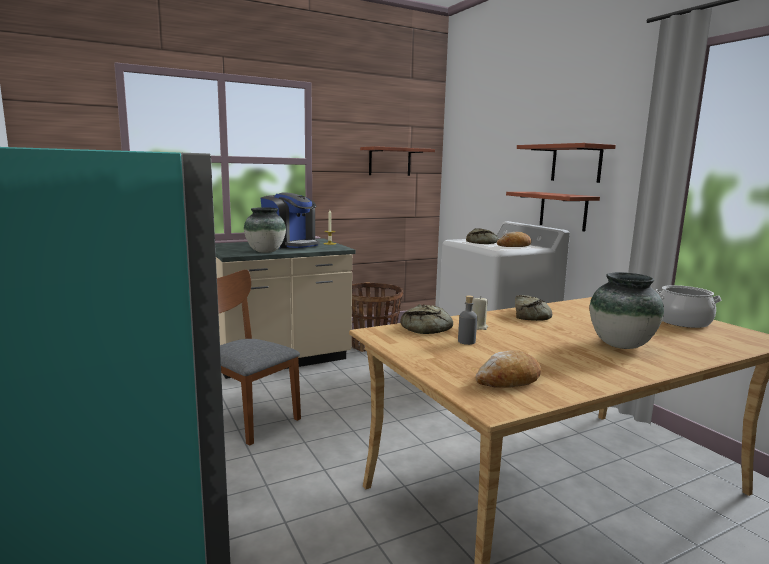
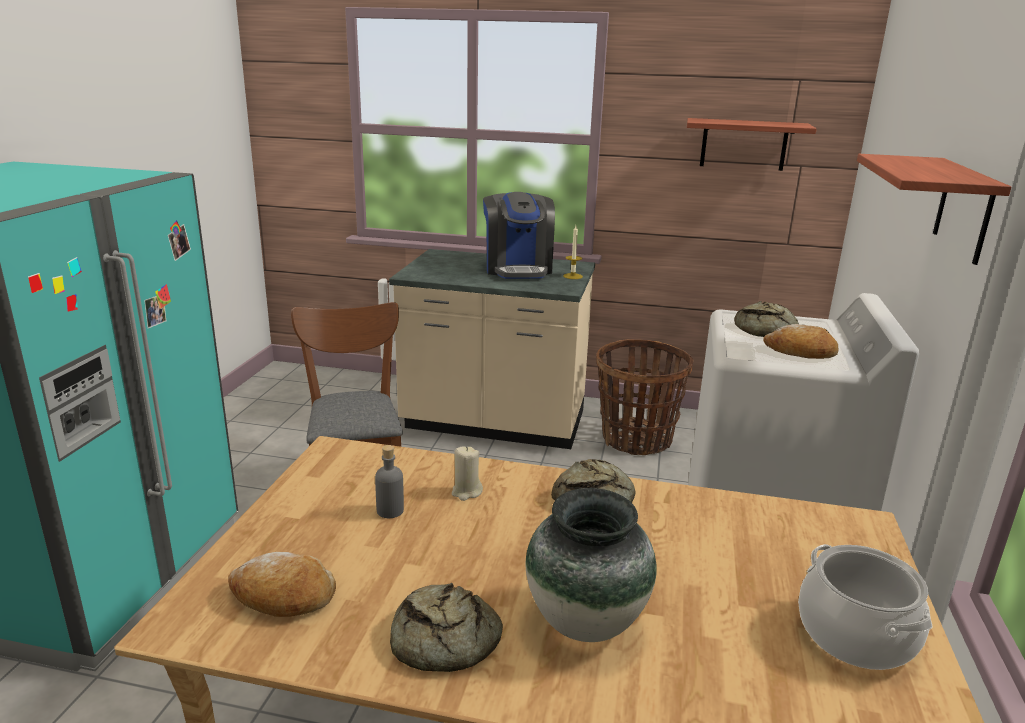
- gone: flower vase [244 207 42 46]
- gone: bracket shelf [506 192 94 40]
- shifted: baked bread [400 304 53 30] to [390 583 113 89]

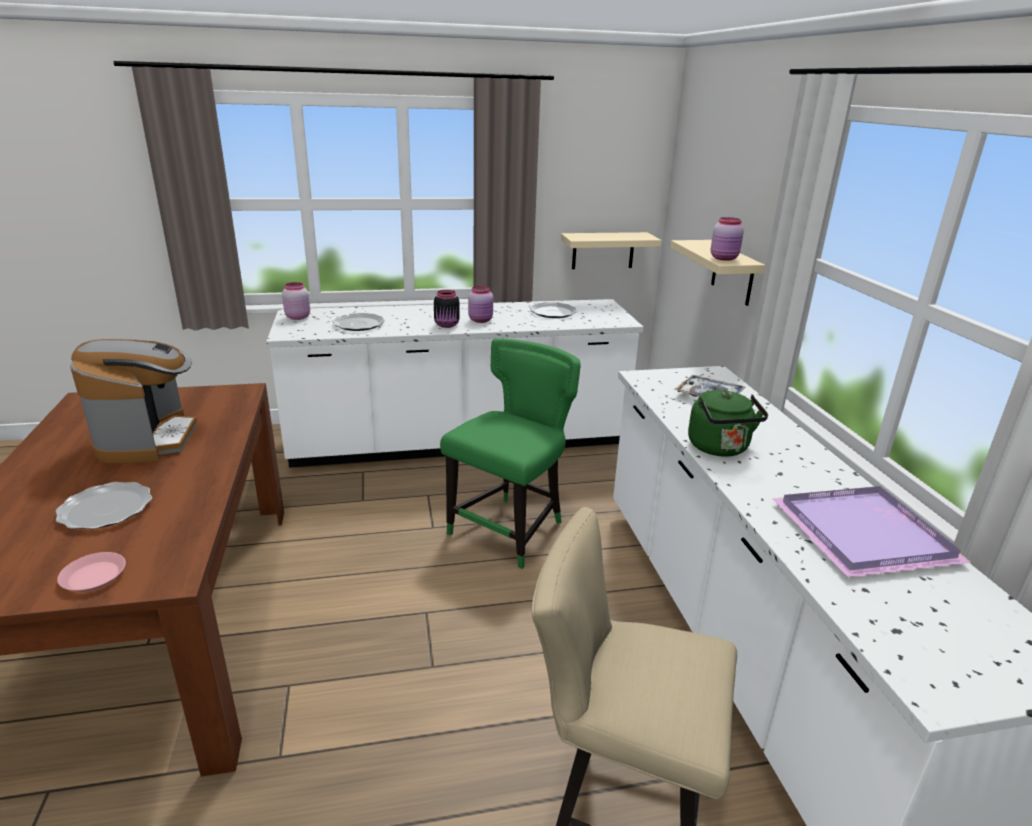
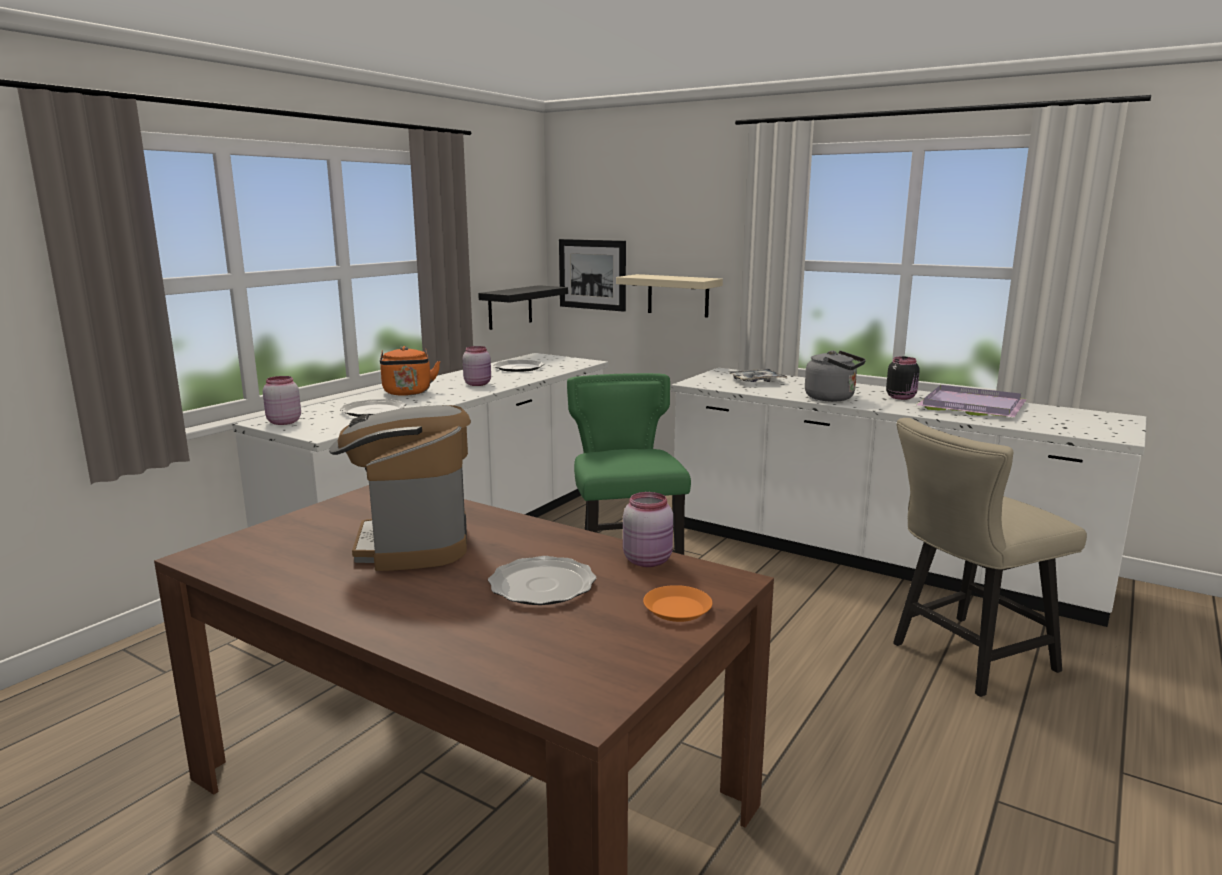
- new: orange tea kettle [380 346 61 50]
- new: wall picture [559 239 67 73]
- shifted: black-coloured jar [434 290 26 38] to [886 357 34 43]
- shifted: pink-coloured jar [711 217 33 44] to [623 492 50 75]
- repainted: pink-coloured dinner plate [57 552 69 39] to orange dinner plate [643 585 69 37]
- repainted: sand-coloured bracket shelf [561 232 100 37] to black-coloured bracket shelf [478 285 90 45]
- repainted: green tea kettle [688 390 80 67] to gray tea kettle [805 350 61 52]
- rotated: coffee machine [70 339 127 124] = [329 405 142 166] 135 degrees counterclockwise

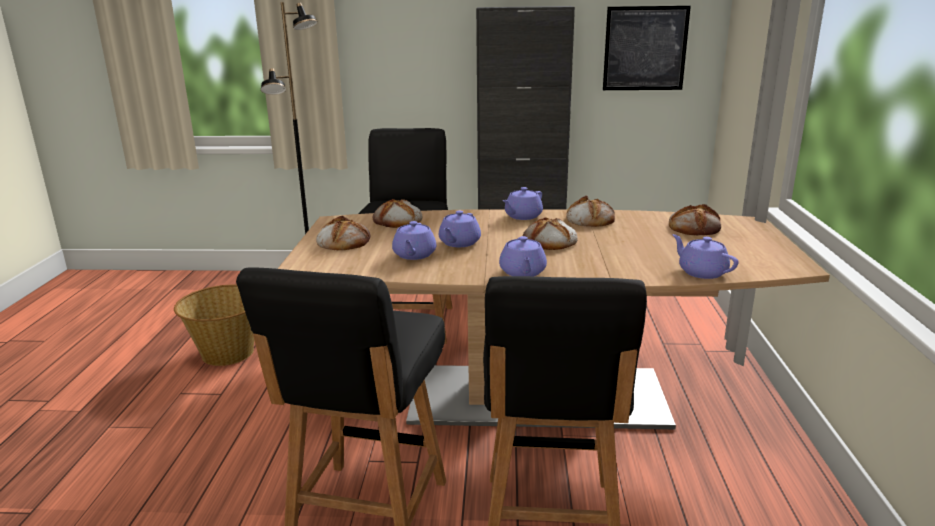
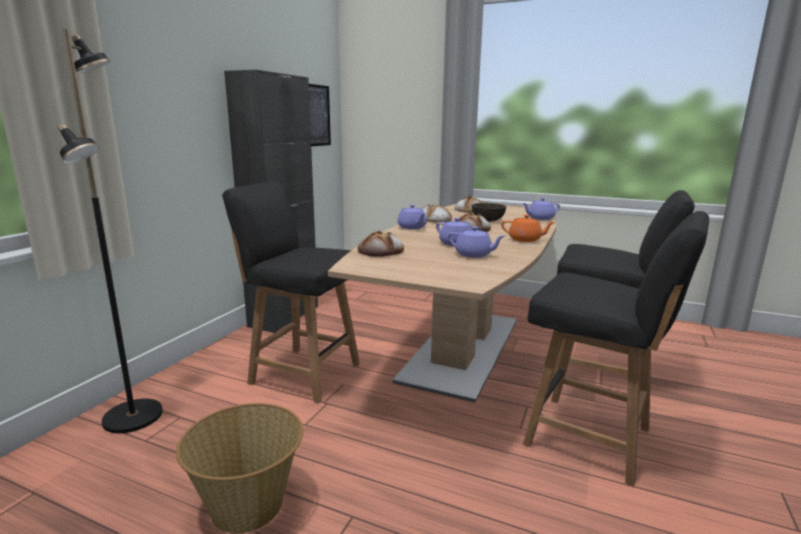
- gone: baked bread [316 215 54 35]
- new: brown deep dish [472 203 34 19]
- repainted: purple pot for tea [499 236 48 40] to orange pot for tea [501 215 54 27]

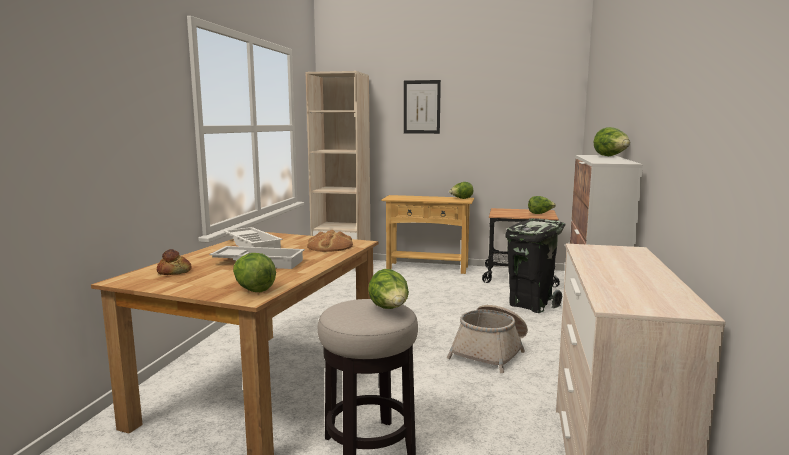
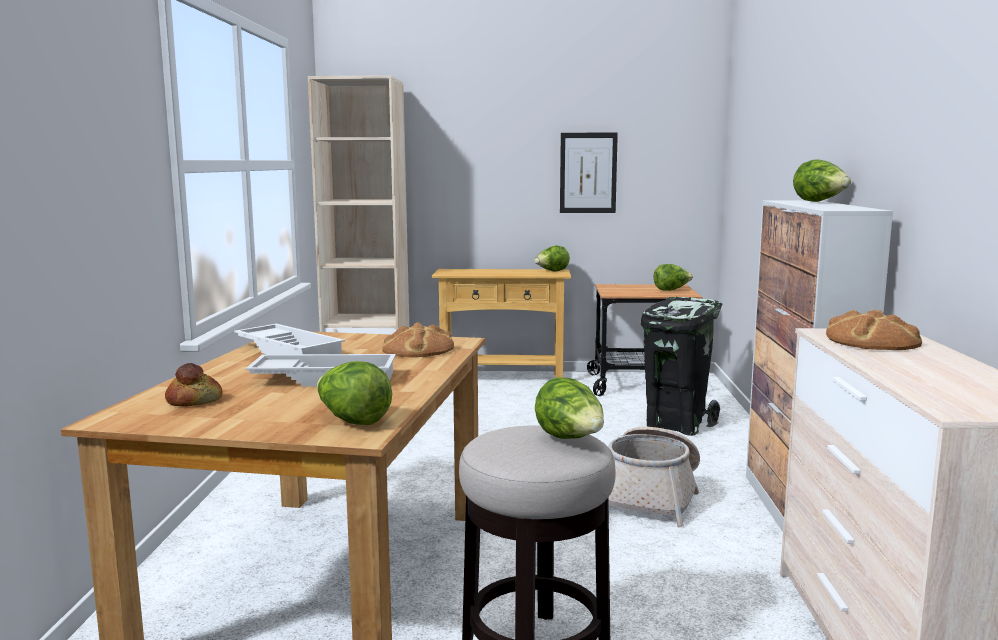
- new: baked bread [826 310 96 40]
- shifted: wall picture [404 80 37 54] to [560 132 58 81]

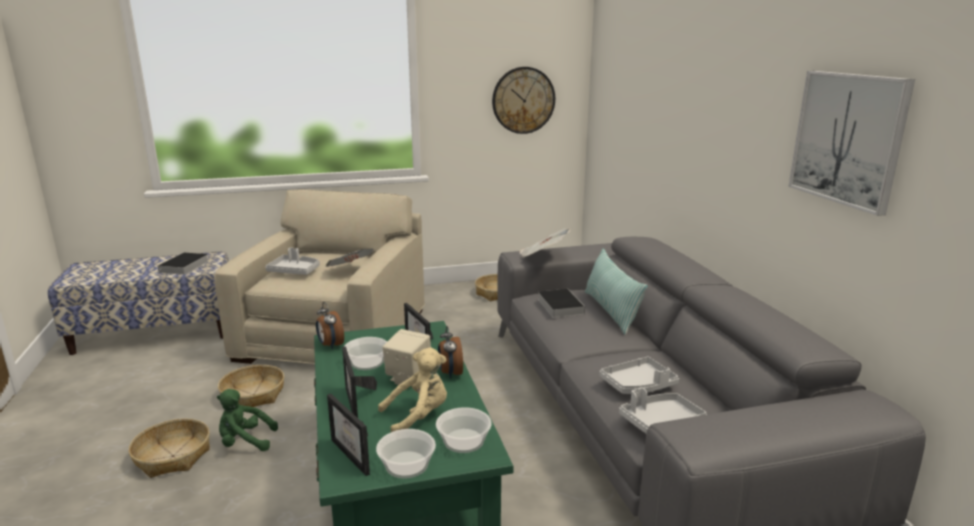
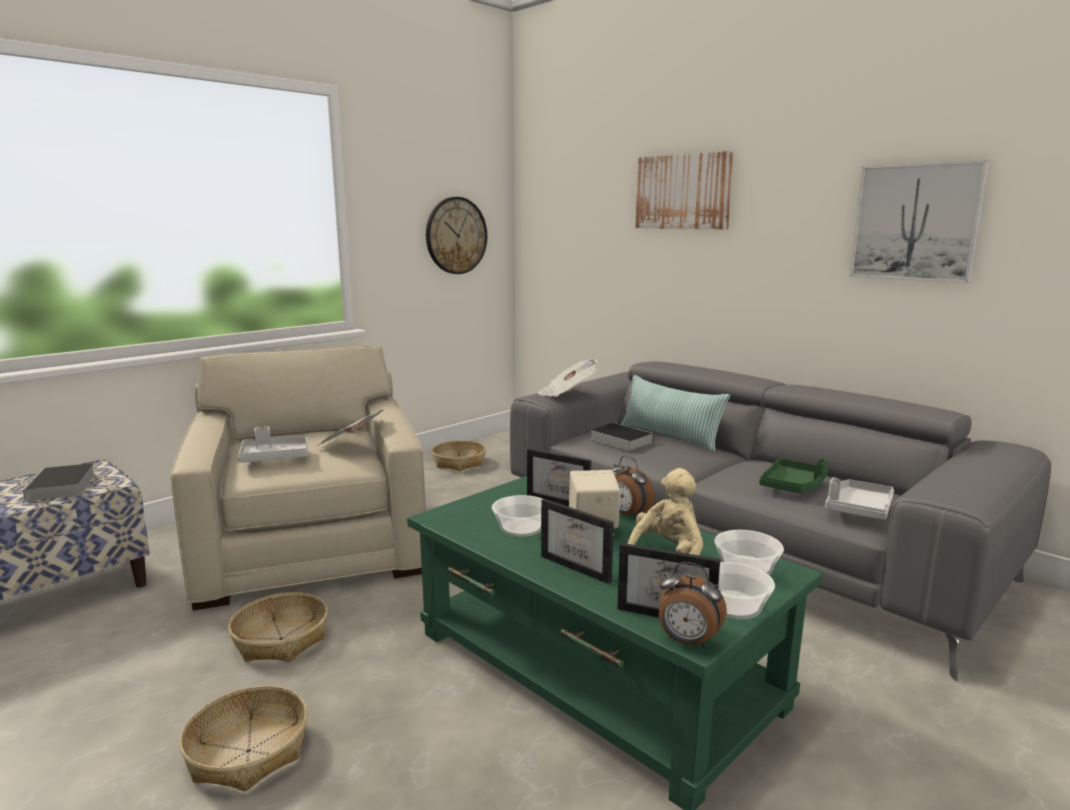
- gone: green plush toy [217 389 61 62]
- new: wall picture [635 151 98 79]
- shifted: alarm clock [316 302 28 47] to [659 562 68 86]
- repainted: gray tray [600 357 79 37] to green tray [759 458 69 35]

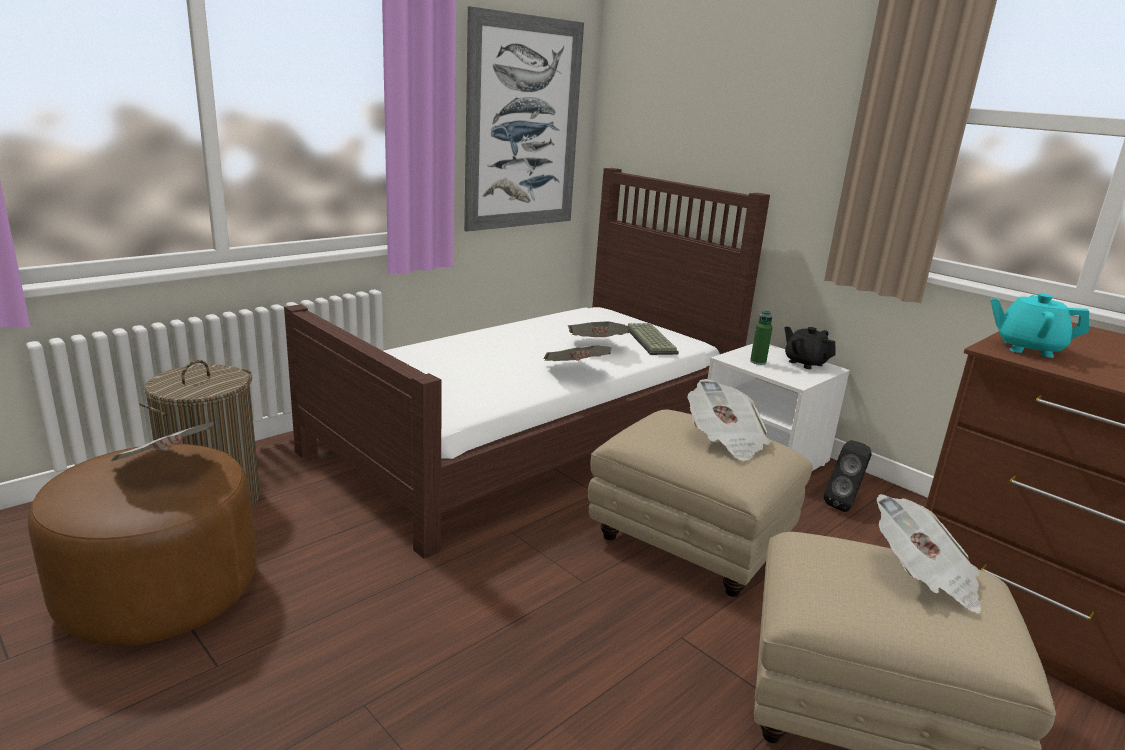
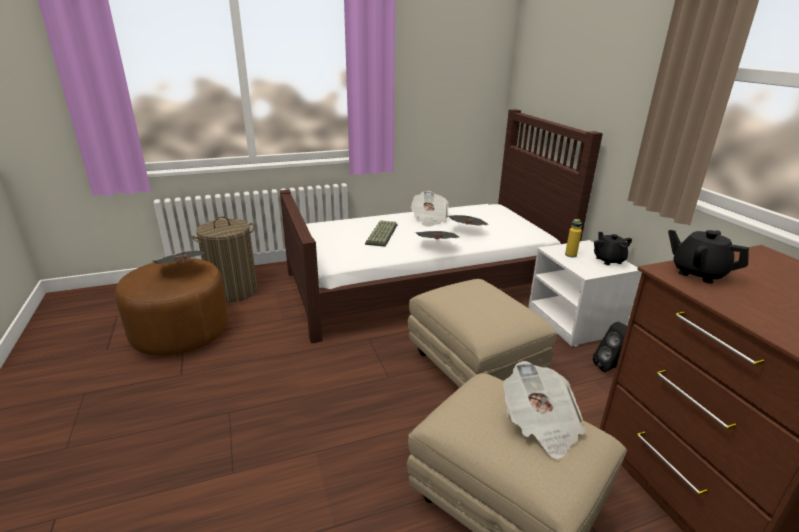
- gone: wall picture [464 6 120 226]
- shifted: PC keyboard [627 323 52 32] to [365 220 33 27]
- shifted: daily paper [687 379 84 82] to [410 191 39 36]
- repainted: green drink bottle [750 310 23 55] to yellowish drink bottle [565 219 17 38]
- repainted: turquoise-coloured pot for tea [990 293 99 65] to black-coloured pot for tea [668 230 81 54]

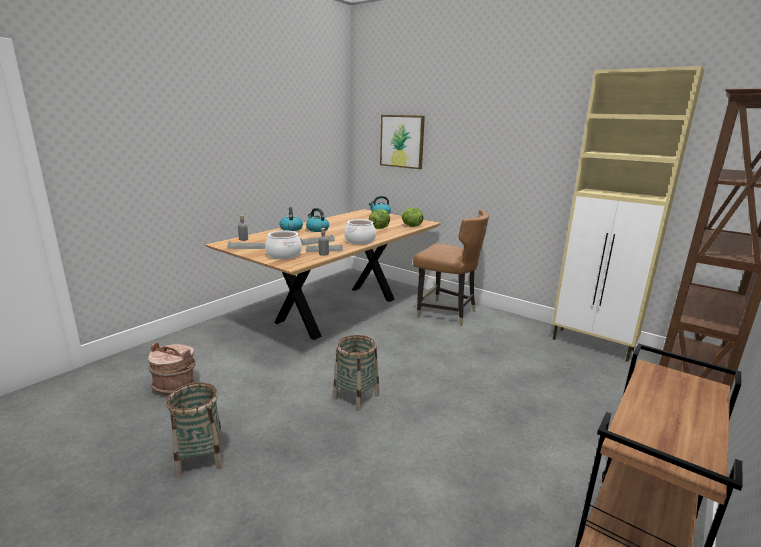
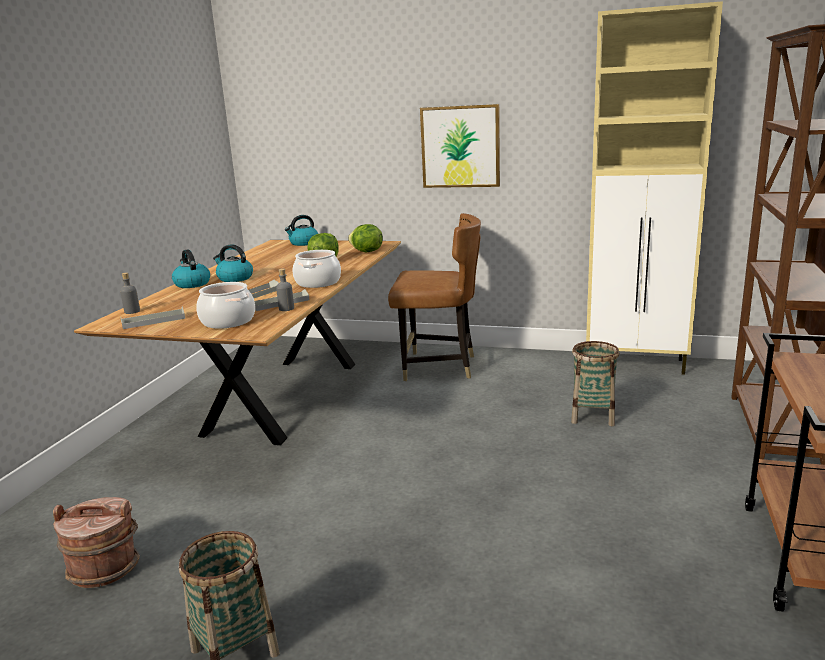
- shifted: storage basket [333 335 46 76] to [571 341 49 85]
- shifted: wall picture [380 115 45 54] to [420 104 80 84]

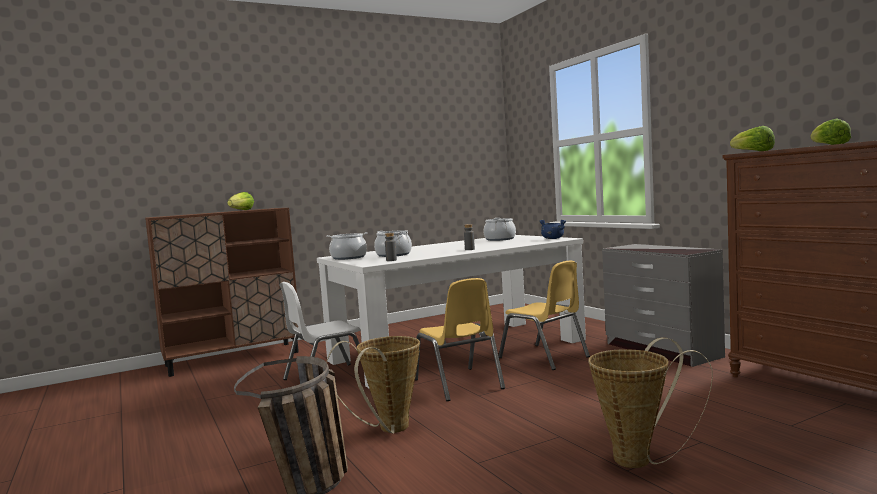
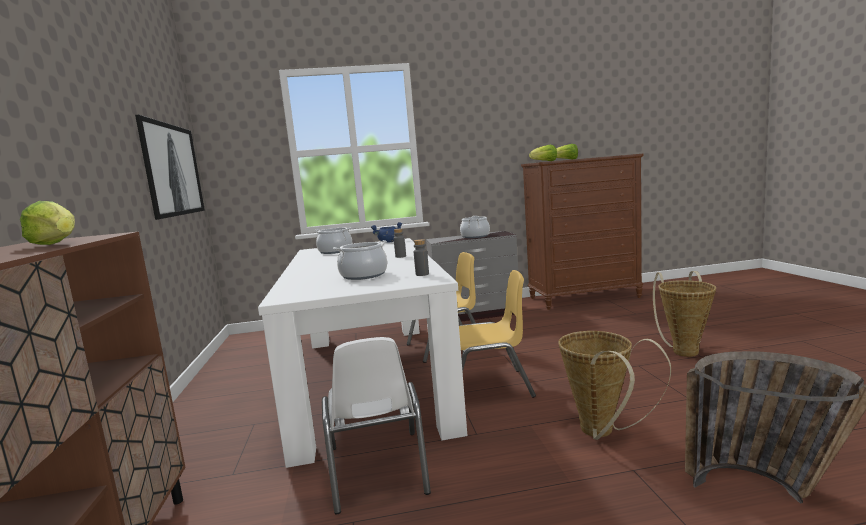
- new: wall picture [135 115 70 105]
- shifted: stockpot [327 232 40 28] to [460 216 30 22]

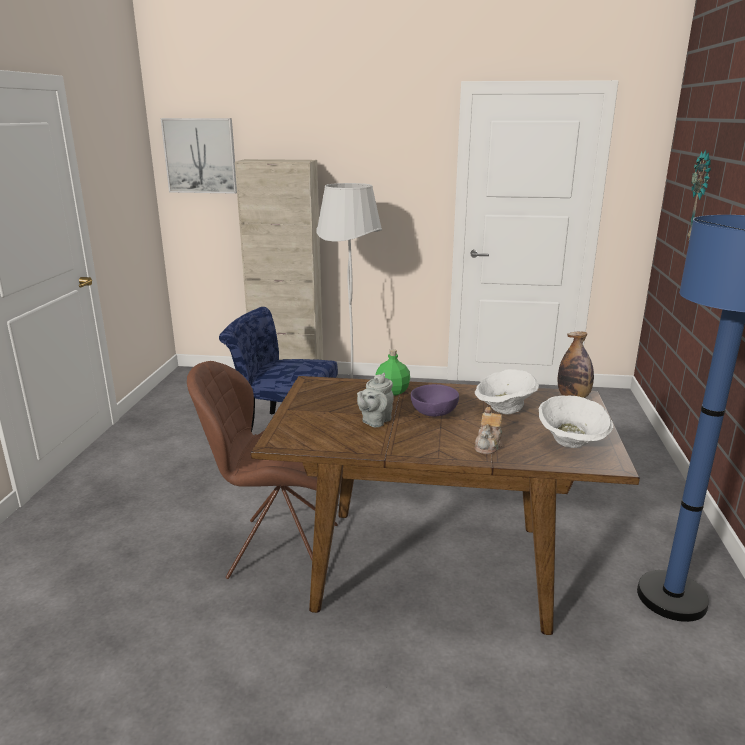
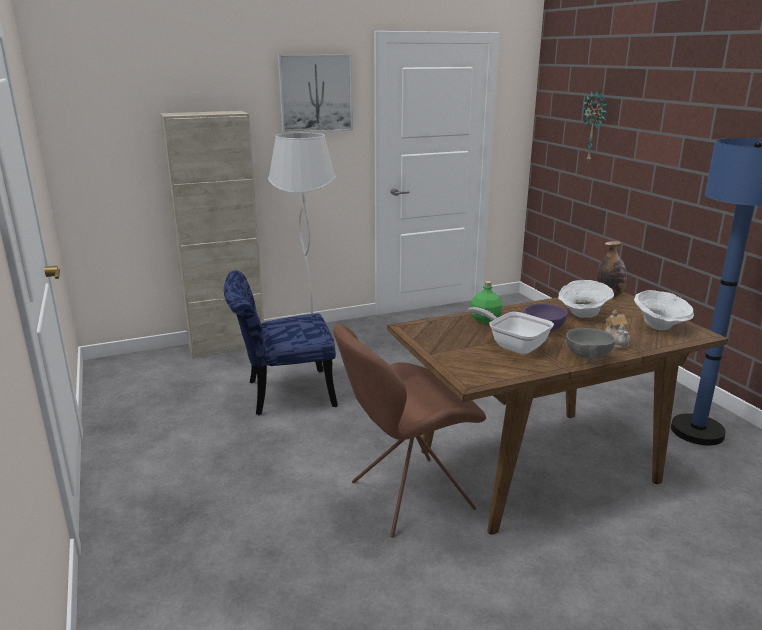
- new: gray deep dish [566 328 49 31]
- shifted: wall picture [161 118 76 76] to [278 54 75 80]
- swapped: gray pot for tea [357 373 37 54] to skillet [467 307 87 48]

